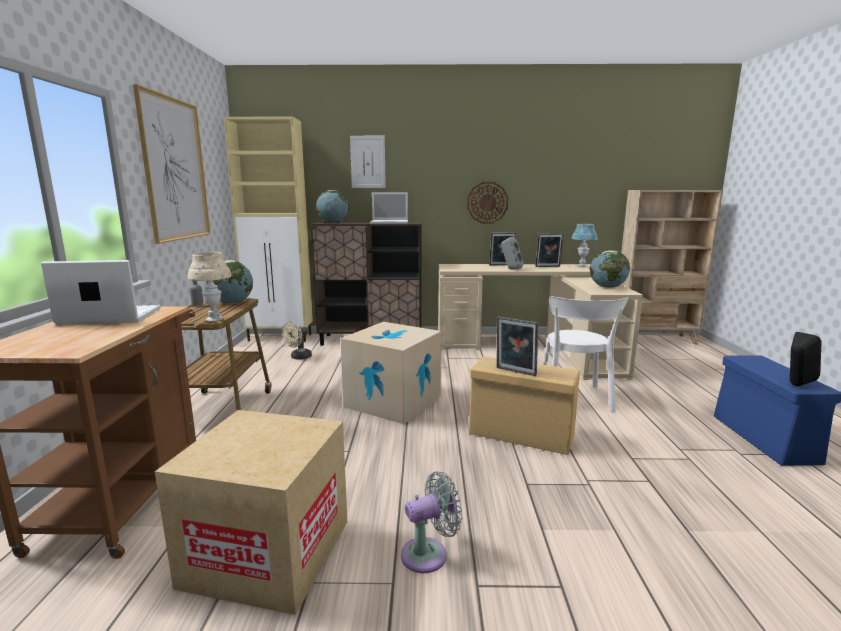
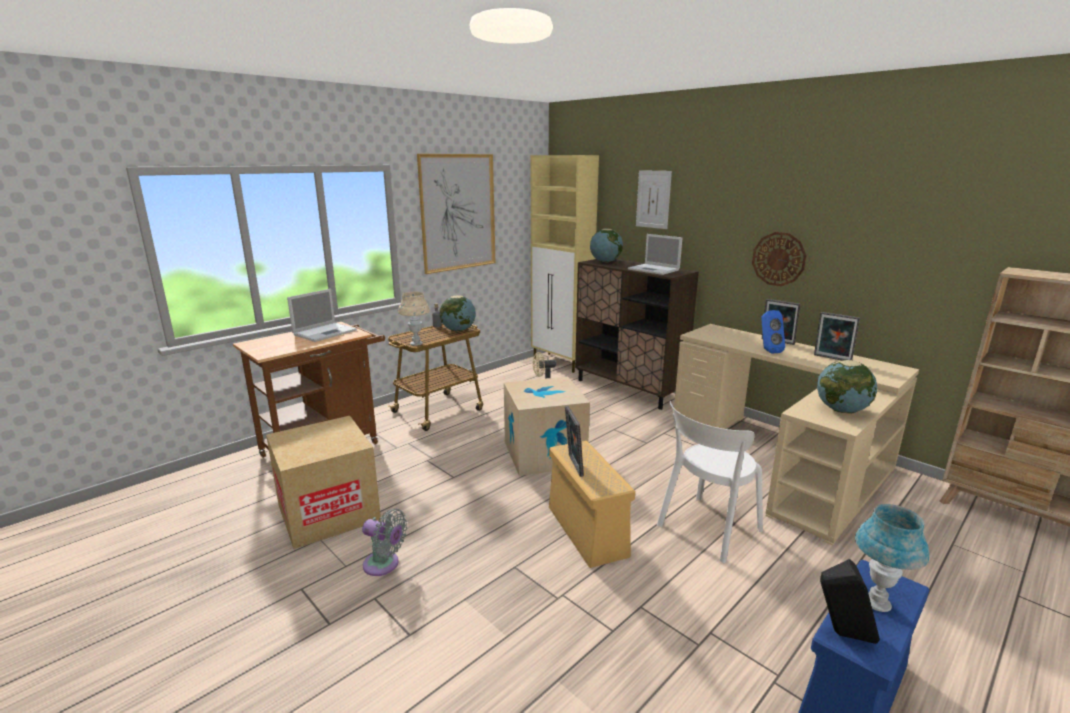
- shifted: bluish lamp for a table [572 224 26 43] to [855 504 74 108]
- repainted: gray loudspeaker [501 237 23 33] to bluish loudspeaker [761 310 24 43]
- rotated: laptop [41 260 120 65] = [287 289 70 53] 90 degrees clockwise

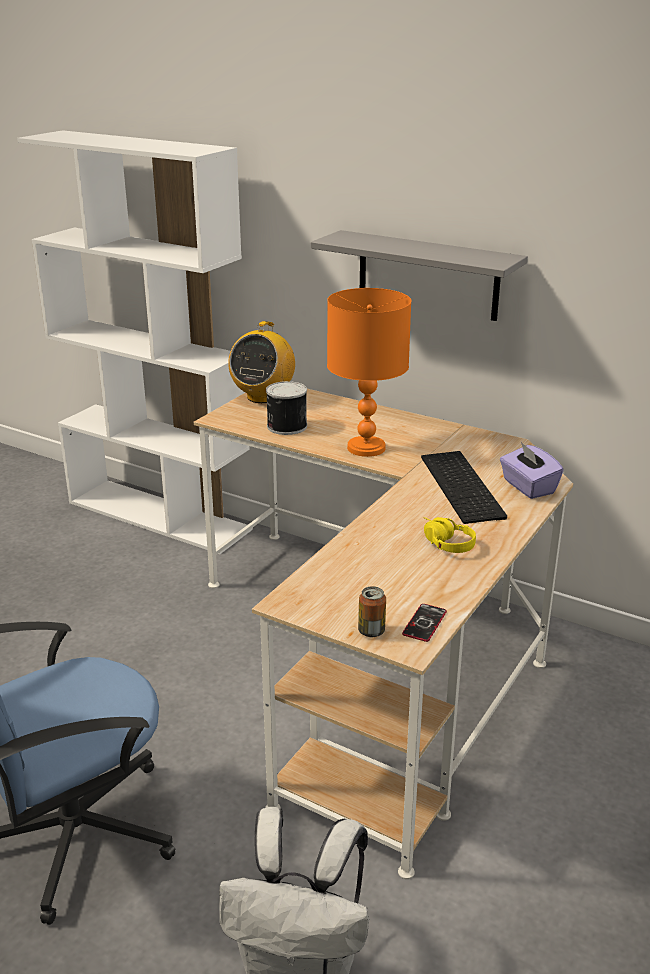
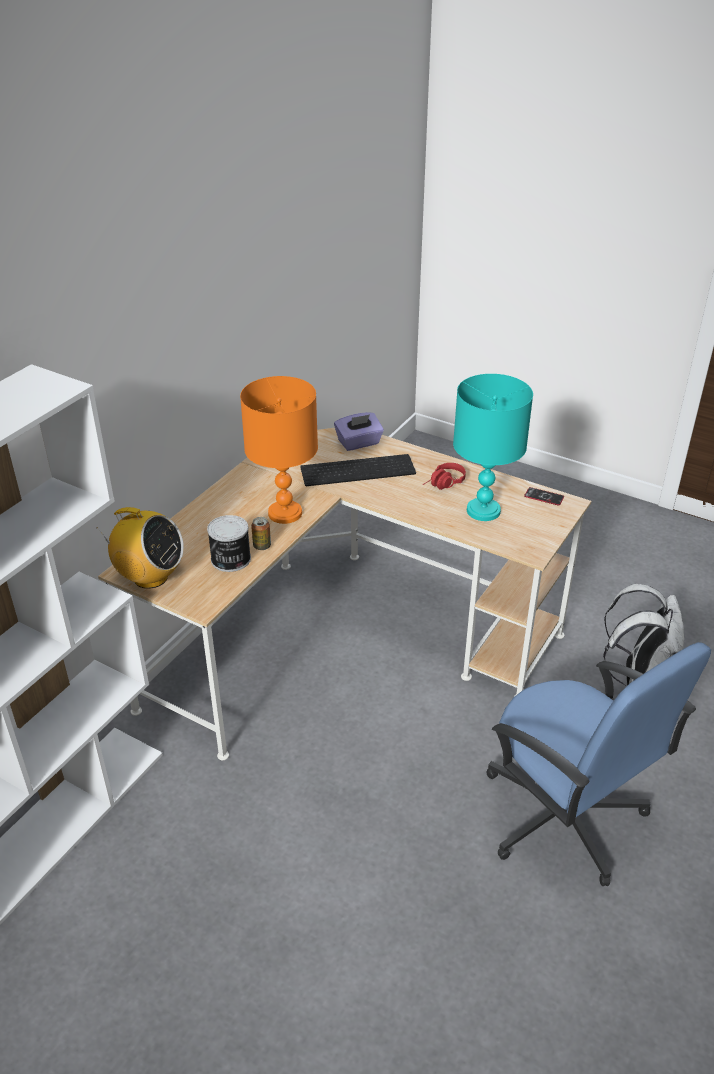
- gone: gray bracket shelf [311 230 217 91]
- new: turquoise-coloured lamp for a table [453 374 80 147]
- shifted: can [358 586 28 51] to [251 517 20 33]
- repainted: yellowish headphones [423 517 53 36] to red-coloured headphones [423 463 43 27]

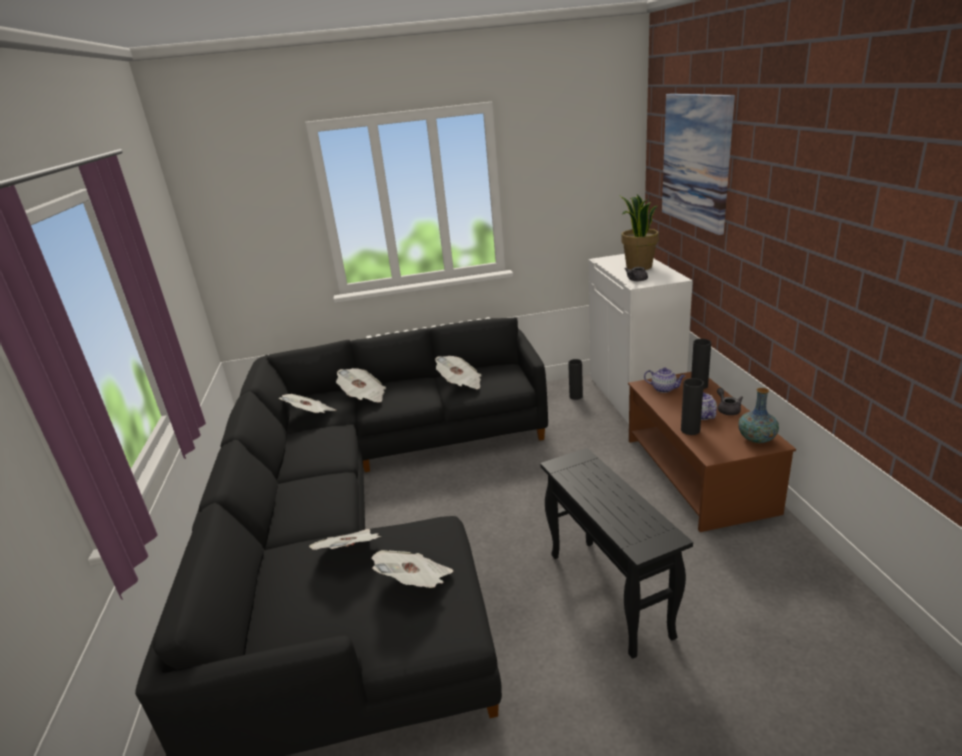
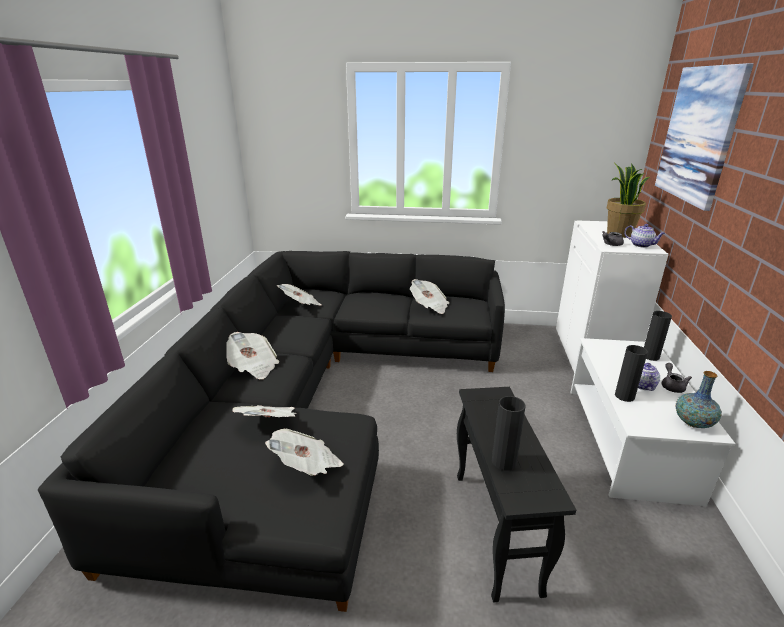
- shifted: daily paper [336 368 50 35] to [226 332 54 47]
- shifted: black-coloured flower vase [568 359 15 41] to [492 396 33 75]
- shifted: pot for tea [644 368 41 25] to [624 224 41 24]
- repainted: brown low table [628 372 168 160] to white low table [570 338 166 168]

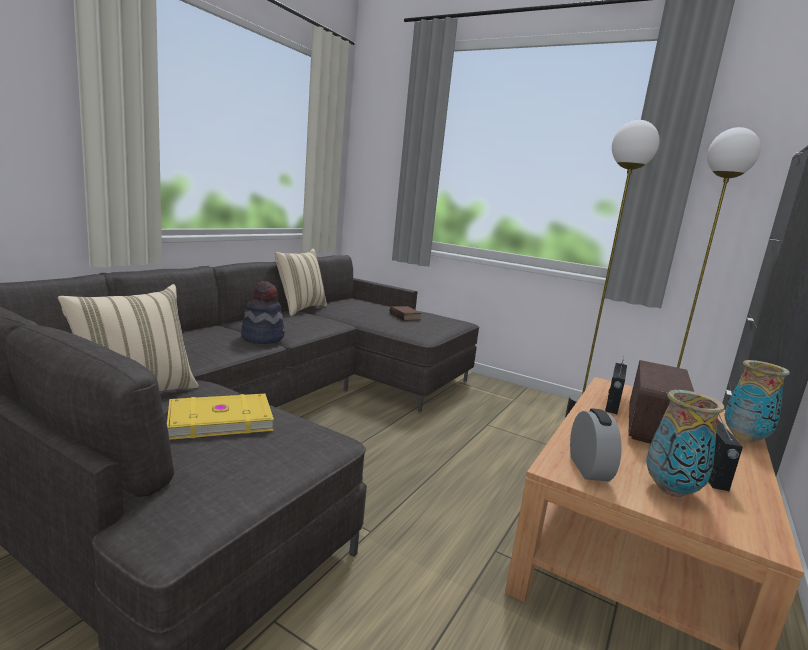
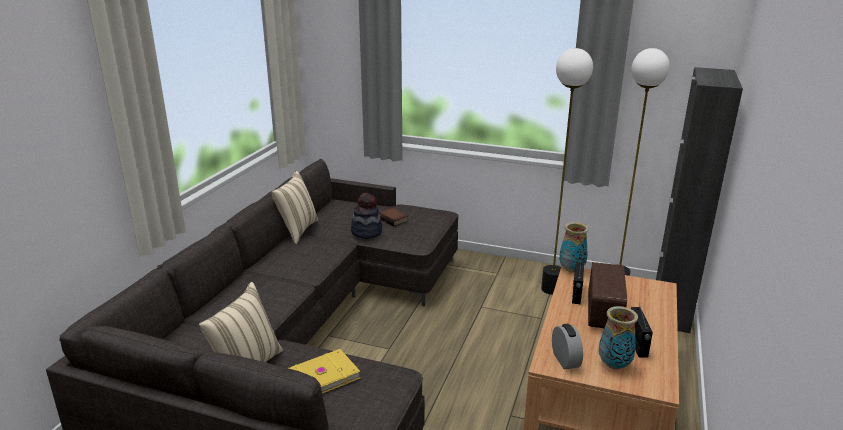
- shifted: clothing hat [241 281 44 63] to [351 193 31 46]
- shifted: flower vase [724 360 66 83] to [559 222 30 51]

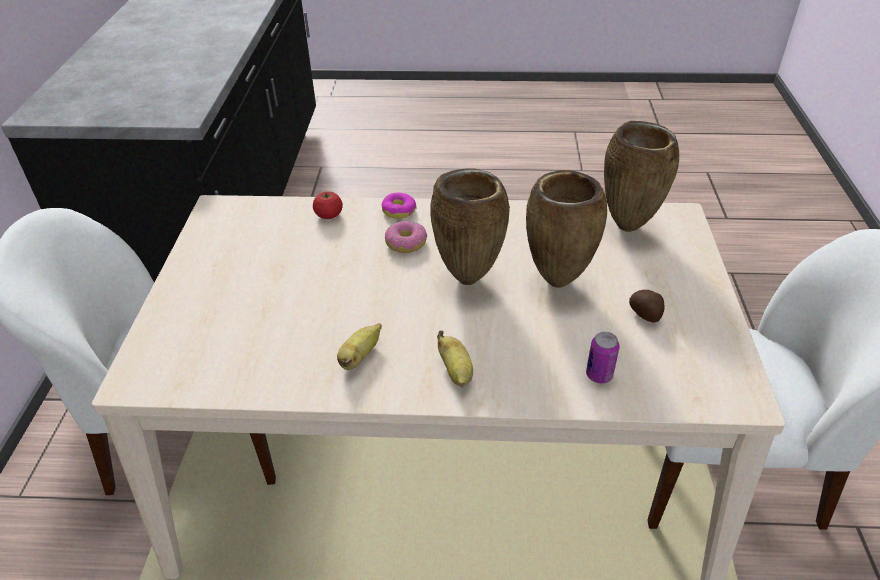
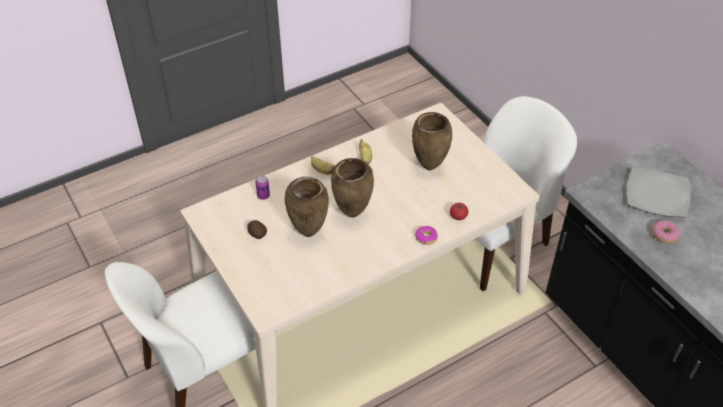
- new: dinner plate [626 167 65 51]
- shifted: ring doughnut [385 221 42 32] to [652 220 28 24]
- shifted: brown flower vase [604 121 75 111] to [412 112 40 58]

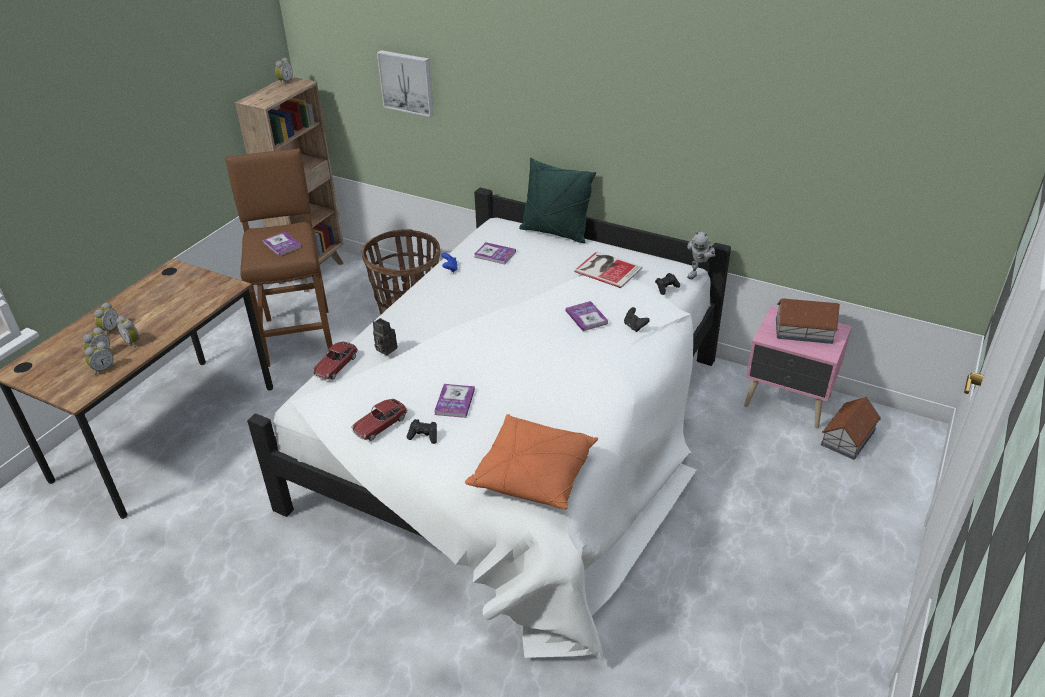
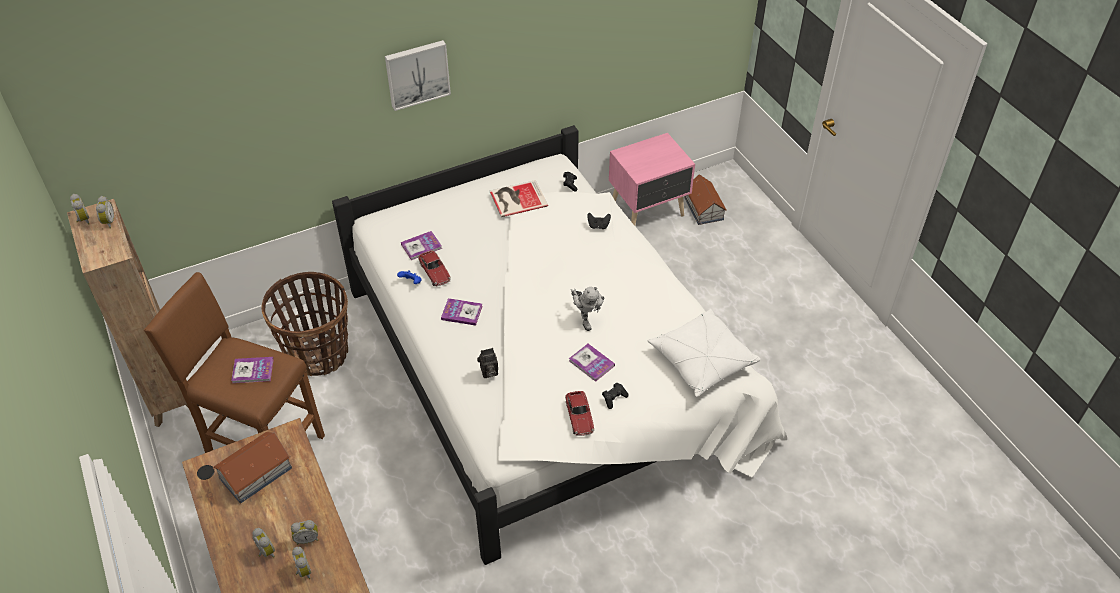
- gone: green pillow [519 158 77 85]
- shifted: alarm clock [85 342 30 33] to [96 196 18 33]
- shifted: toy car [312 342 46 38] to [418 250 33 36]
- shifted: wall picture [377 50 57 67] to [385 40 66 71]
- shifted: book [566 301 42 30] to [441 298 42 28]
- shifted: model robot [687 231 28 48] to [571 287 34 44]
- shifted: toy house [776 298 64 46] to [213 432 79 71]
- repainted: orange pillow [465 414 133 96] to white pillow [648 309 113 88]

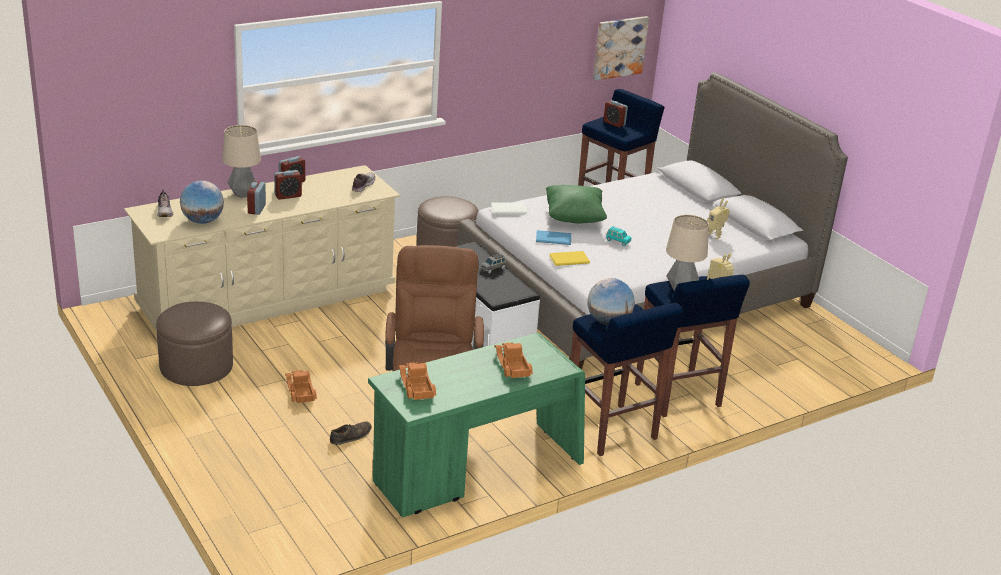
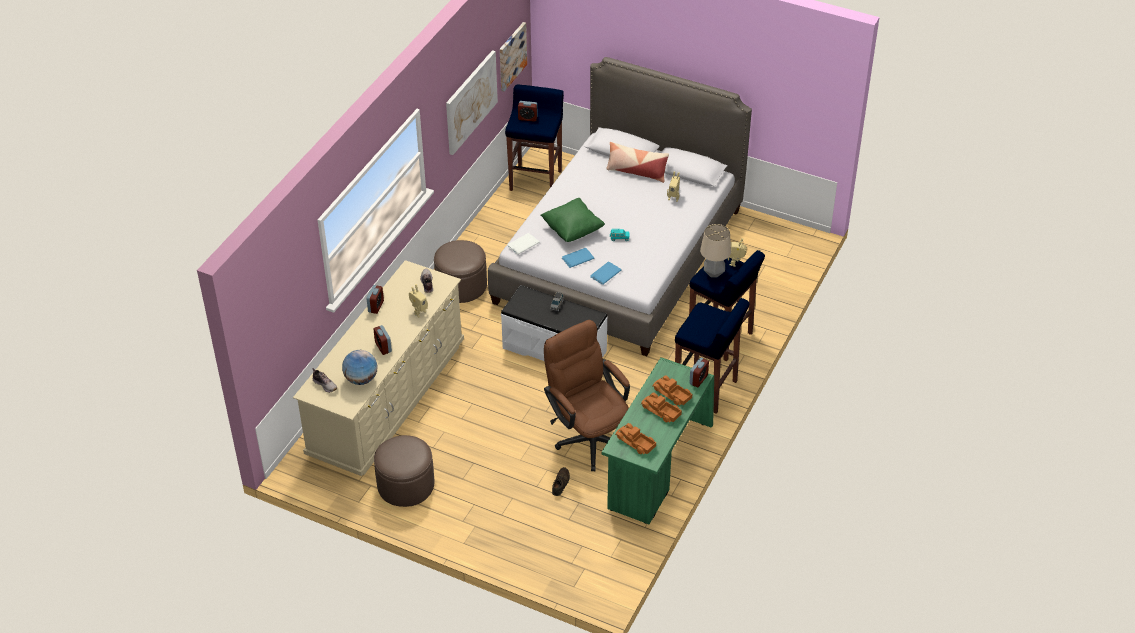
- gone: lamp for a table [222 125 39 73]
- gone: desk globe [587 278 48 47]
- new: model robot [409 284 19 33]
- new: wall picture [446 50 52 105]
- new: pillow [606 142 63 41]
- shifted: alarm clock [274 170 28 30] to [689 358 20 30]
- shifted: toy lorry [285 370 32 33] to [641 393 41 30]
- repainted: yellowish book [550 251 40 15] to bluish book [590 261 32 24]

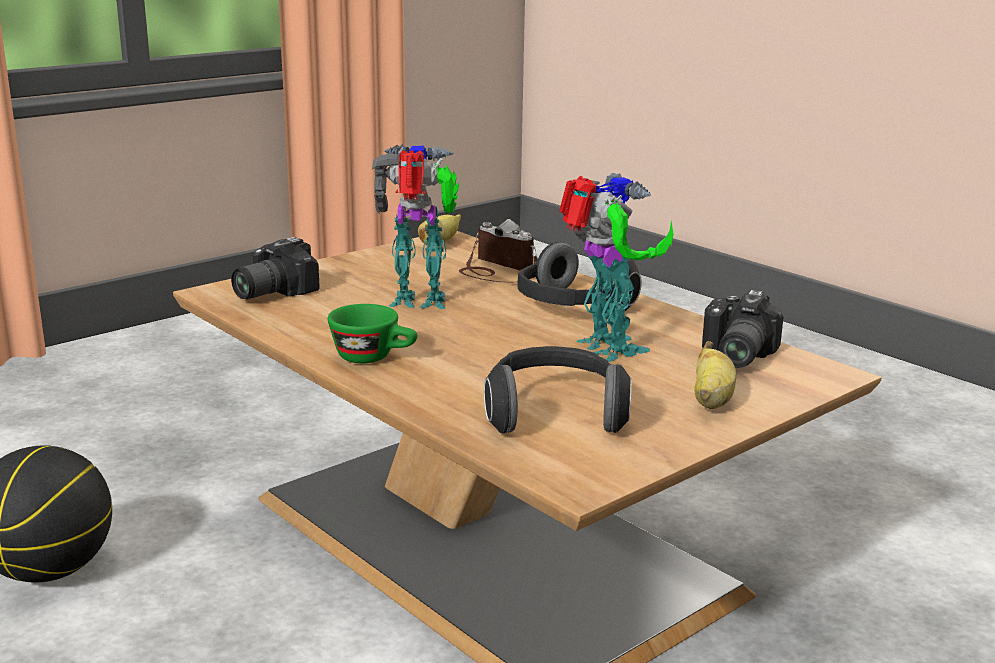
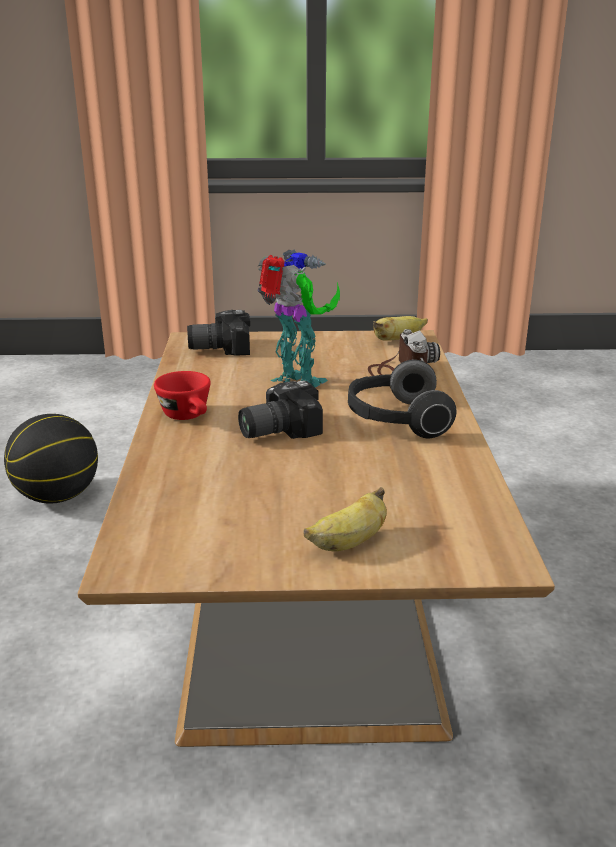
- gone: headphones [484 346 147 87]
- gone: model robot [559 173 114 189]
- shifted: photo camera [702 290 81 78] to [238 380 85 59]
- repainted: green drinking cup [328 304 89 59] to red-coloured drinking cup [154 371 57 49]

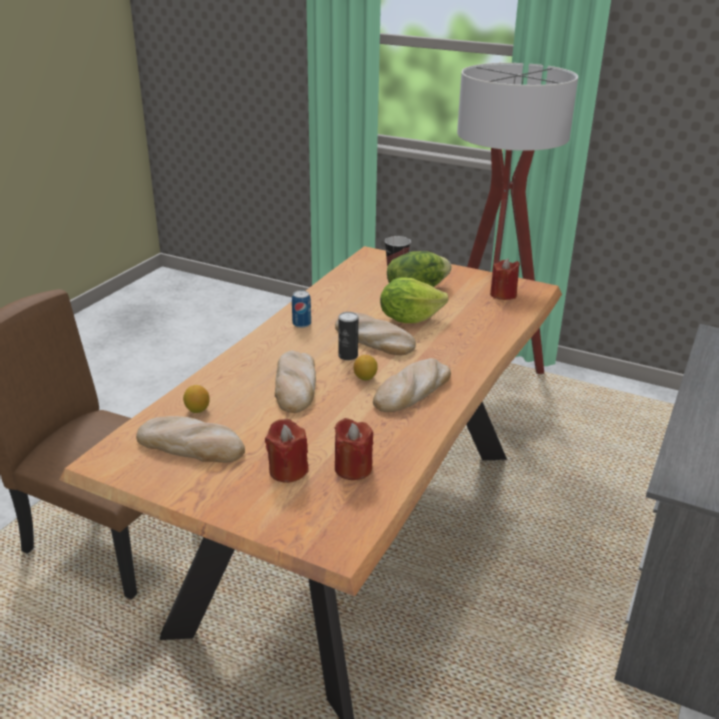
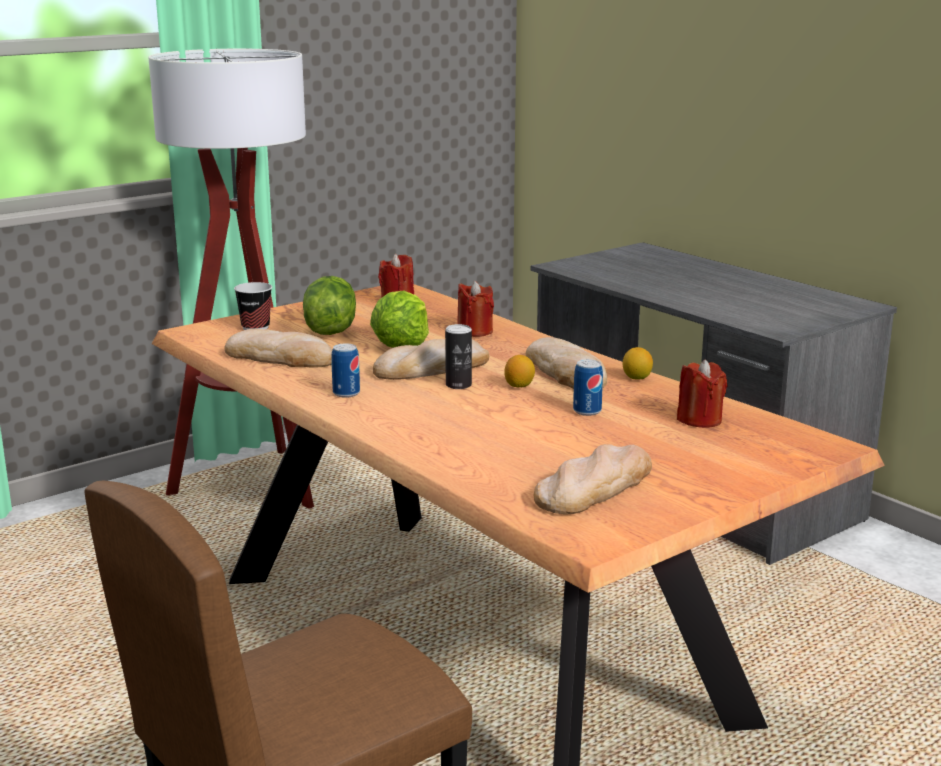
- new: can [573 359 30 57]
- shifted: lemon [183 385 27 28] to [623 347 30 33]
- shifted: red-coloured wax candle [265 419 44 64] to [457 281 37 56]
- shifted: baked bread [275 350 41 63] to [224 329 108 39]

